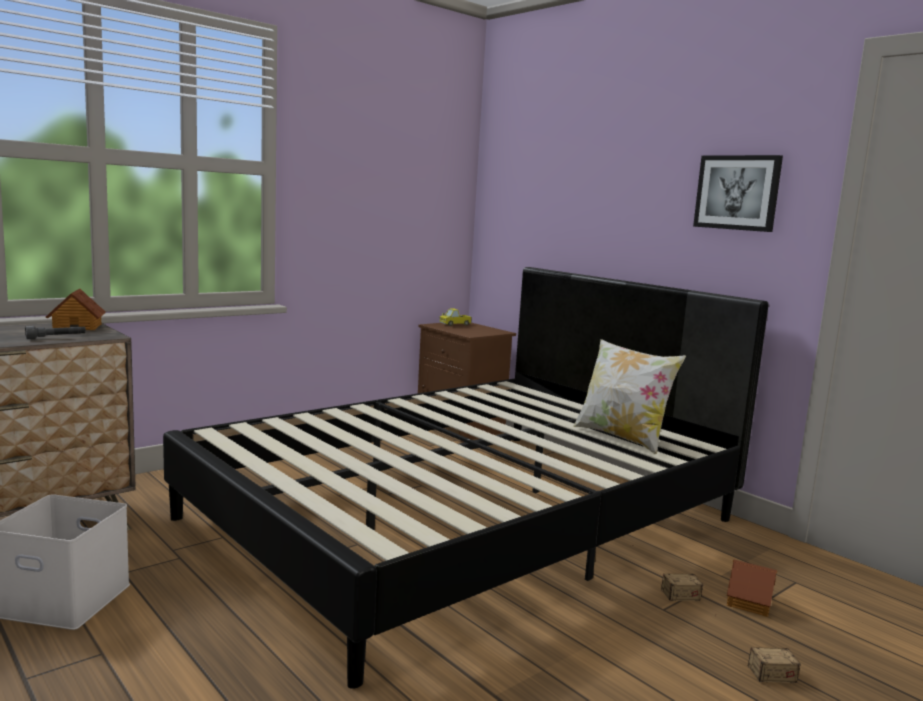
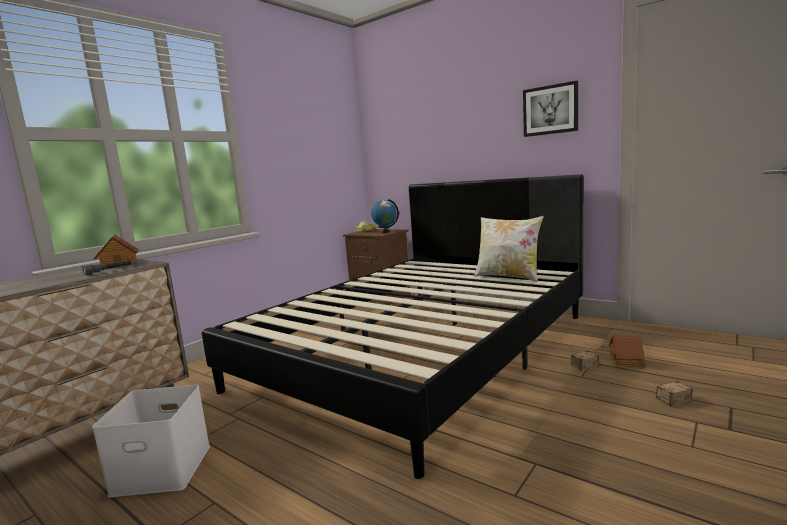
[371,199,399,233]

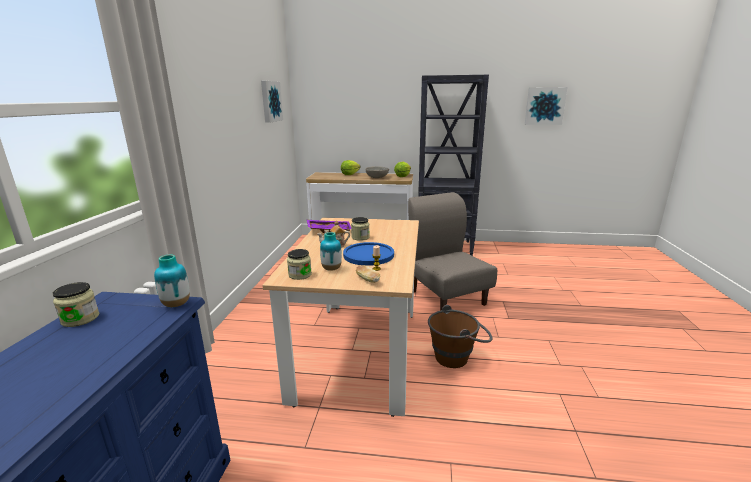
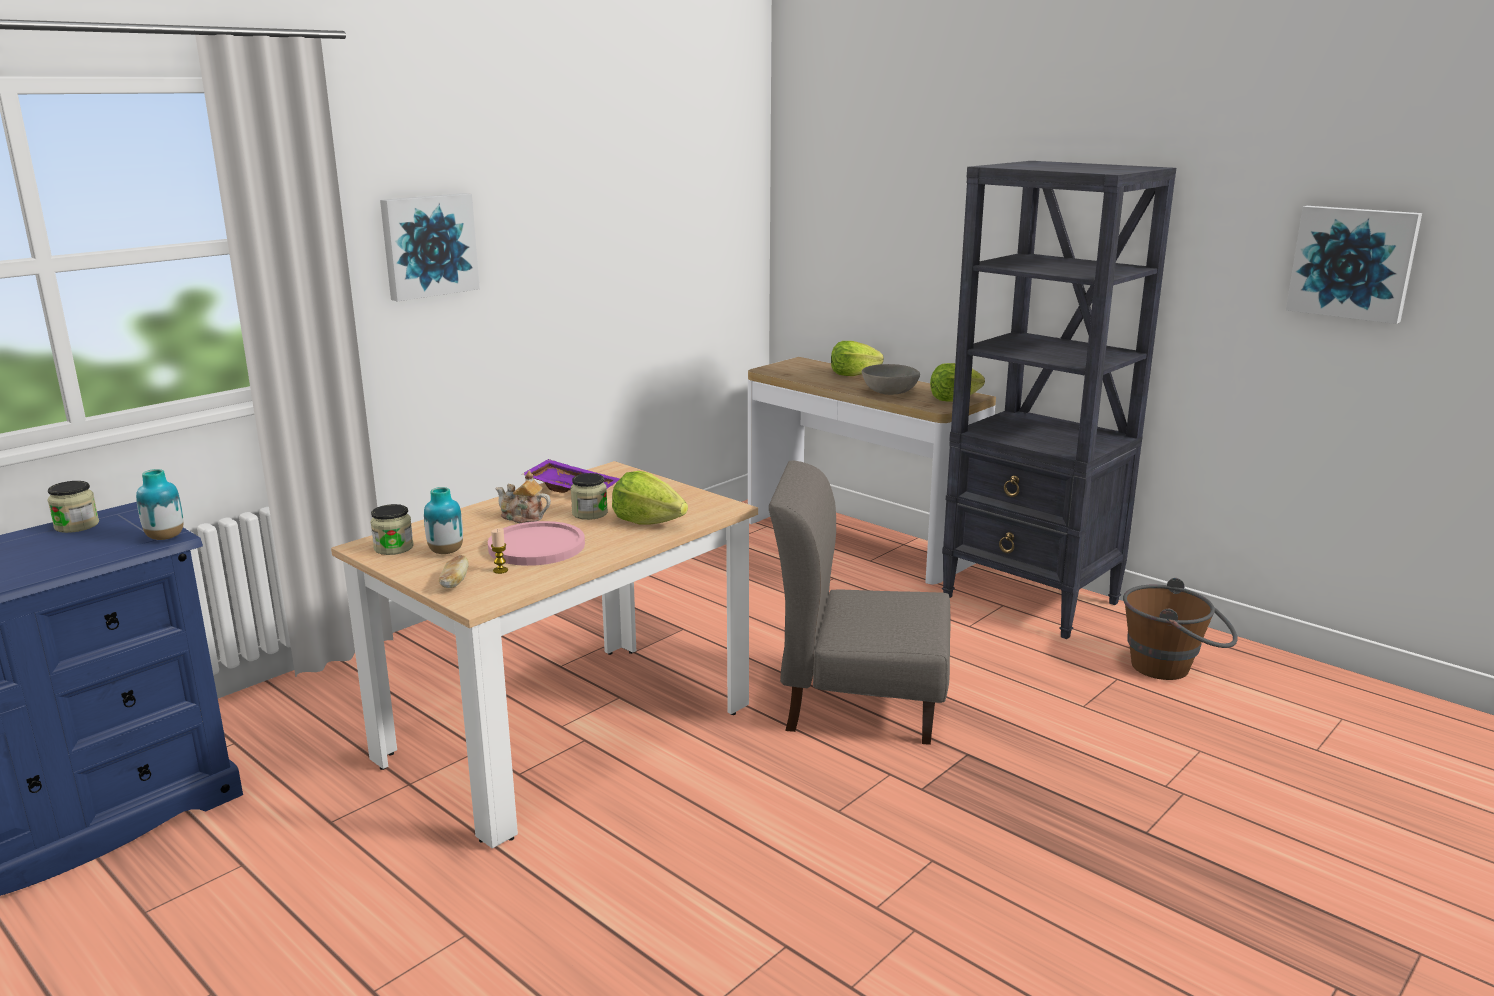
[380,193,480,302]
[769,460,950,745]
[488,521,585,566]
[1123,578,1238,680]
[612,471,688,525]

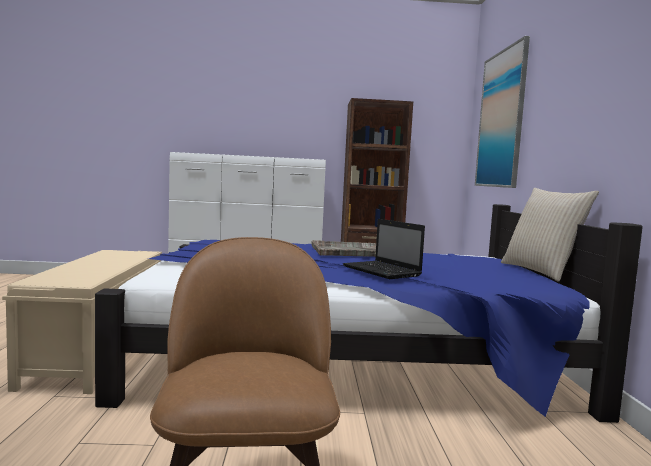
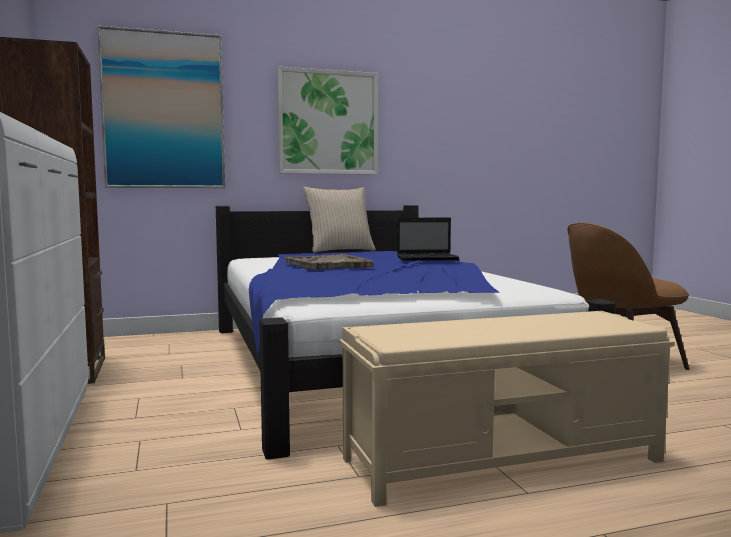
[397,218,459,261]
[277,66,378,175]

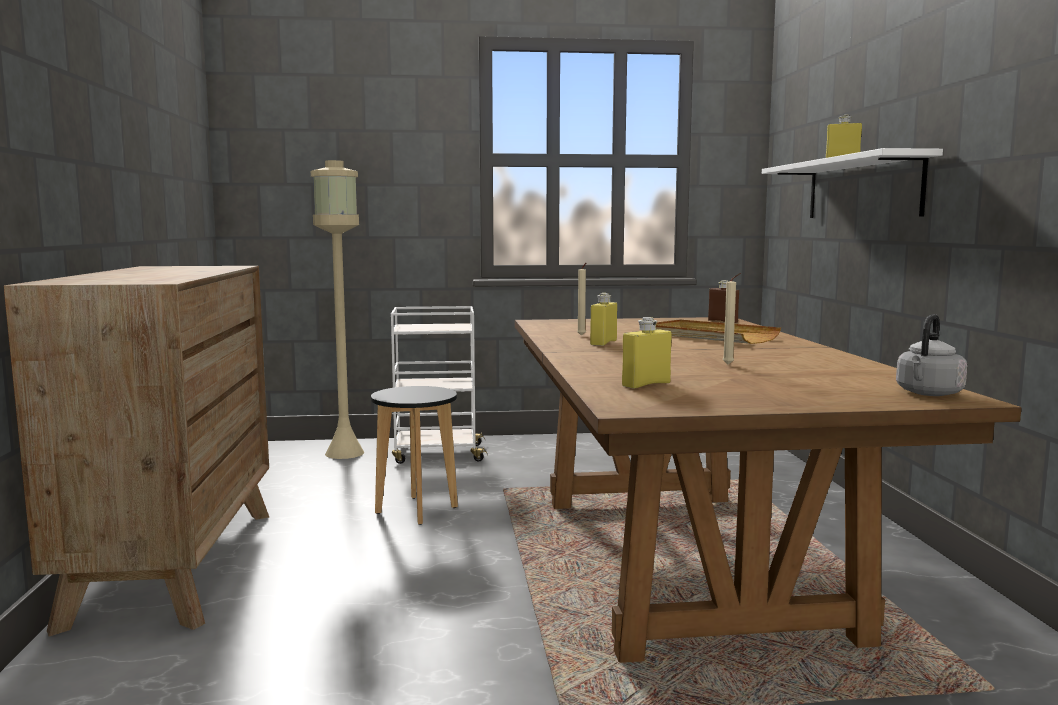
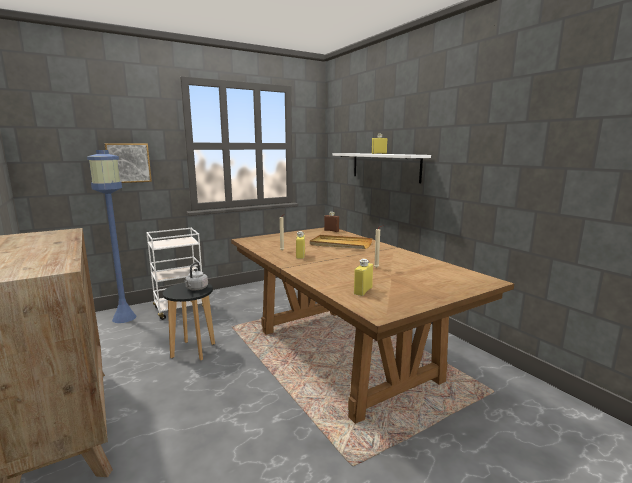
[87,150,137,323]
[185,262,208,290]
[104,143,152,183]

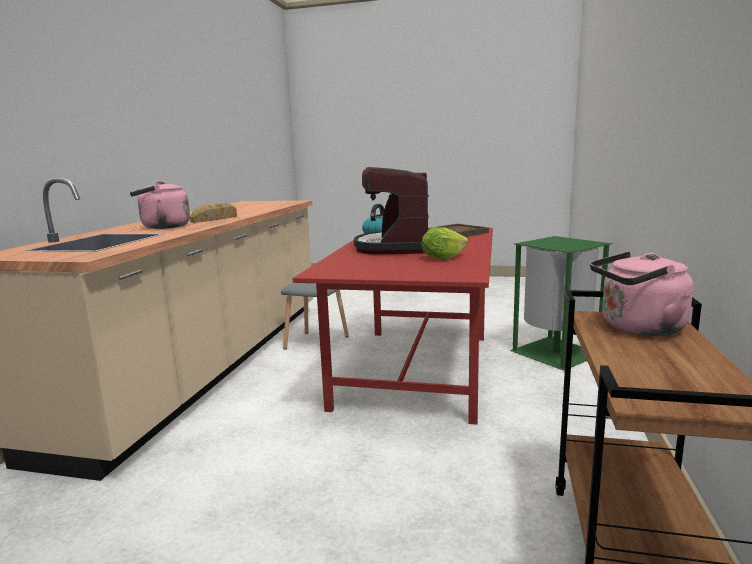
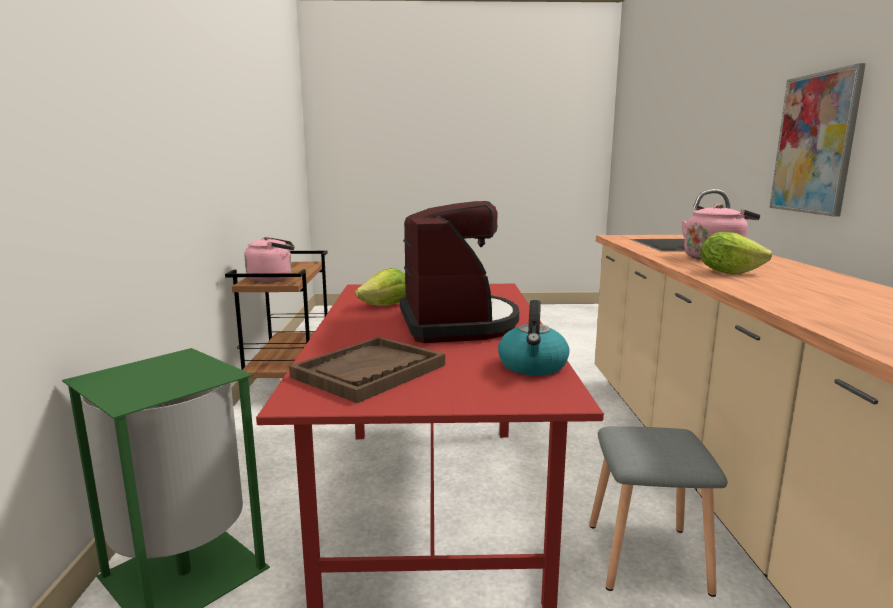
[700,232,772,274]
[770,63,866,217]

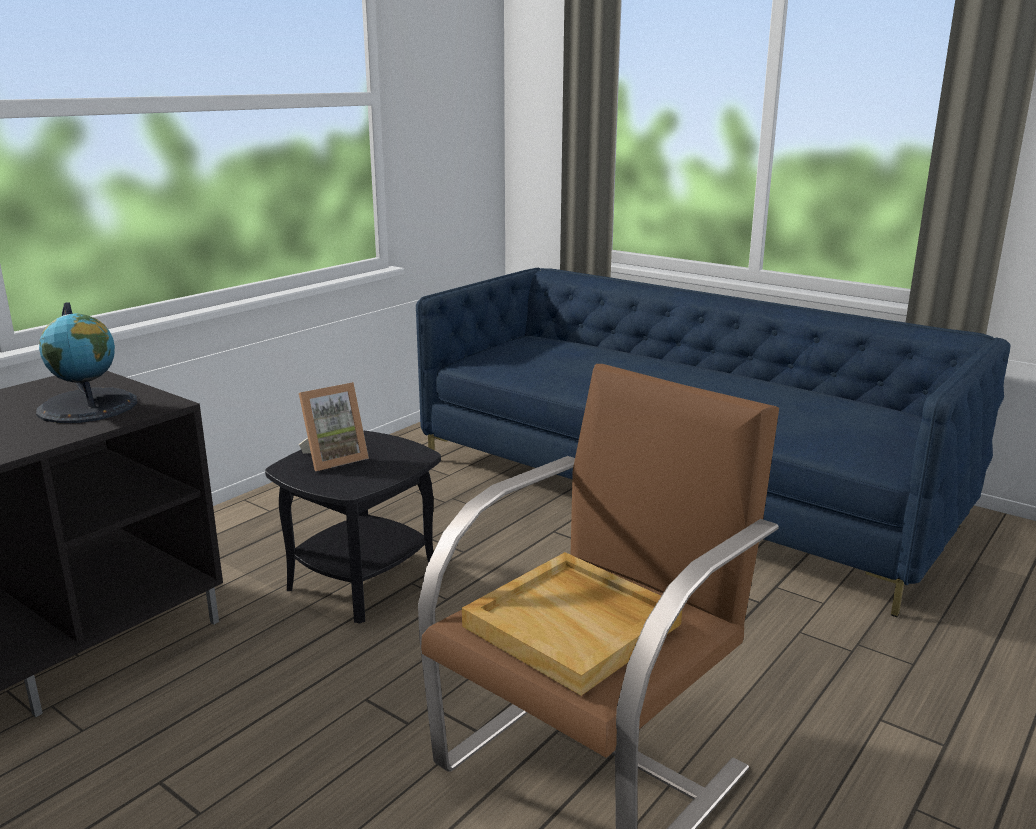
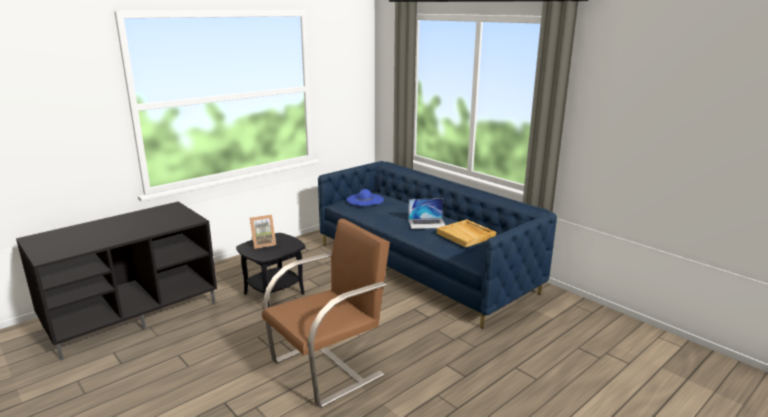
[36,302,137,423] (first image)
[437,219,496,248]
[346,189,384,206]
[408,198,446,229]

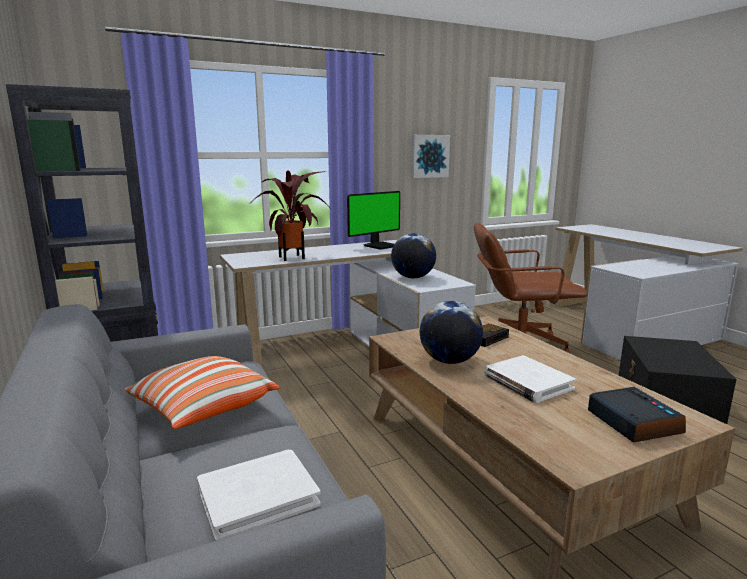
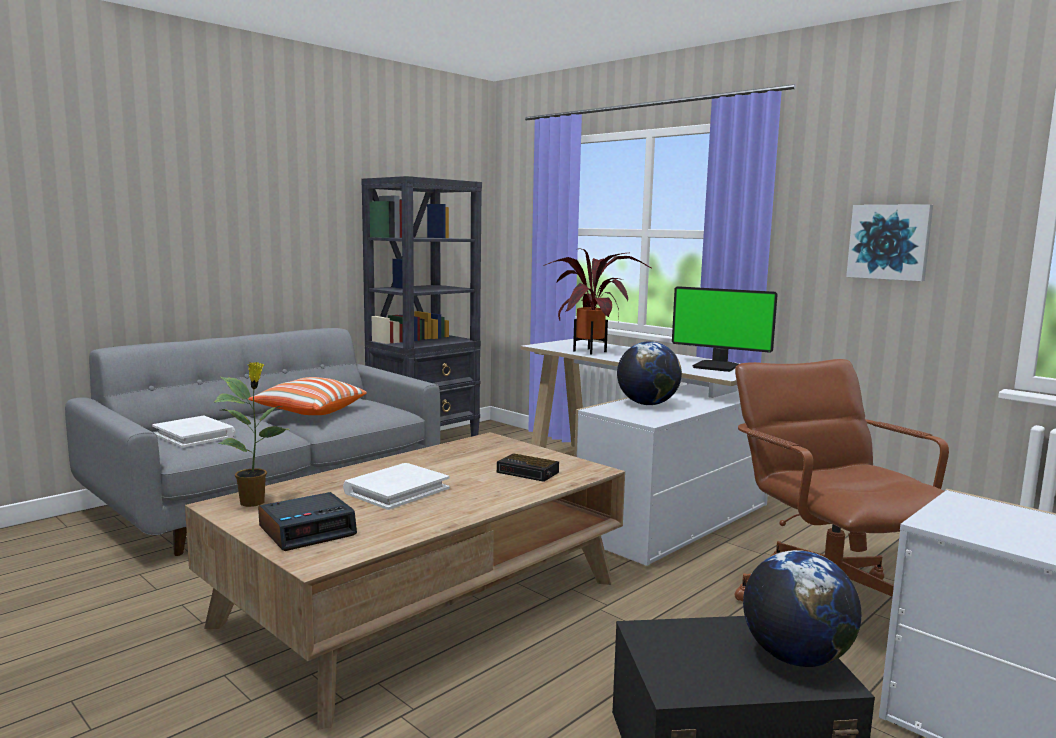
[743,550,861,667]
[213,362,289,507]

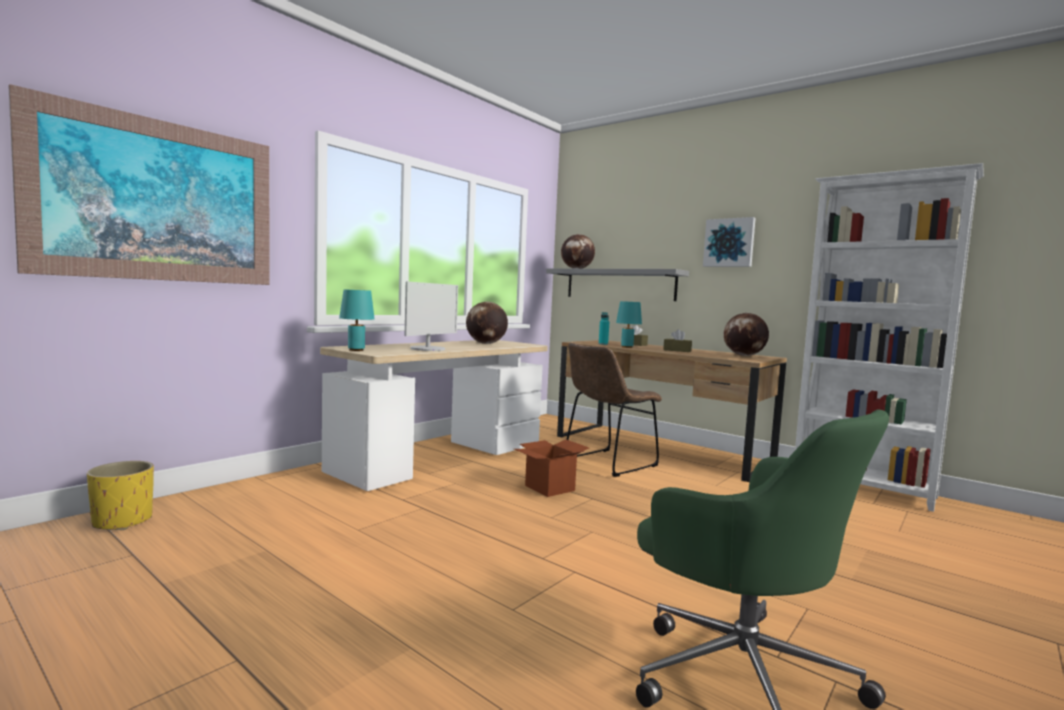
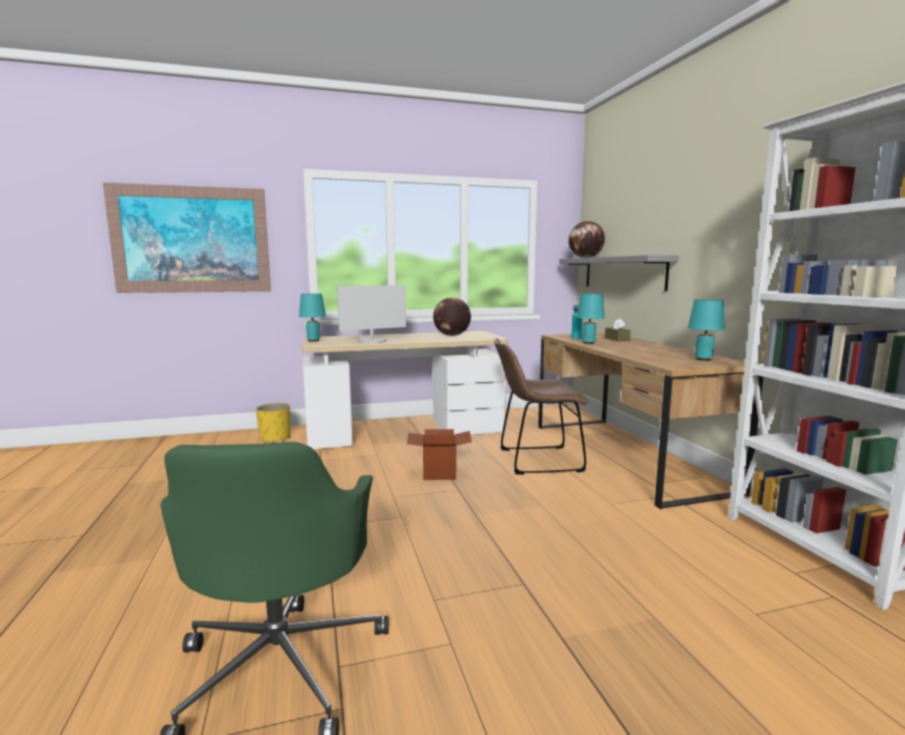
[703,217,756,267] (first image)
[688,299,725,361]
[663,329,692,352] (first image)
[256,403,290,443]

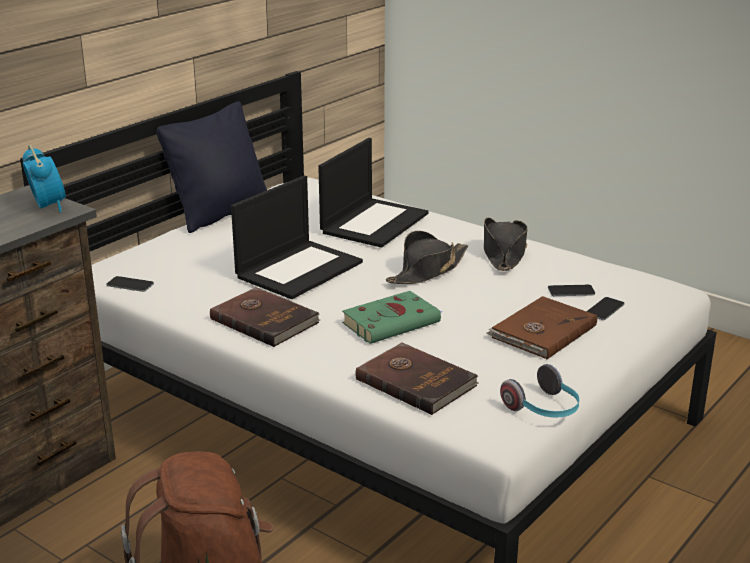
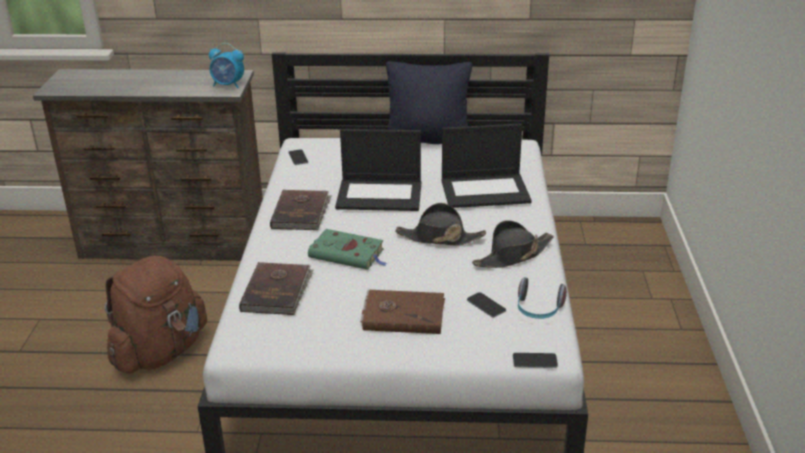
[209,43,244,88]
[513,353,558,368]
[518,277,567,319]

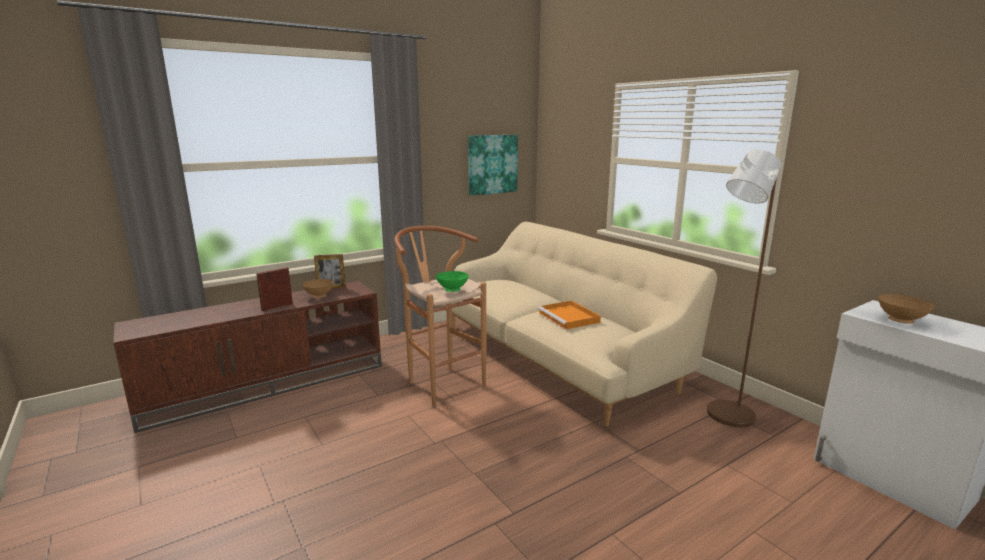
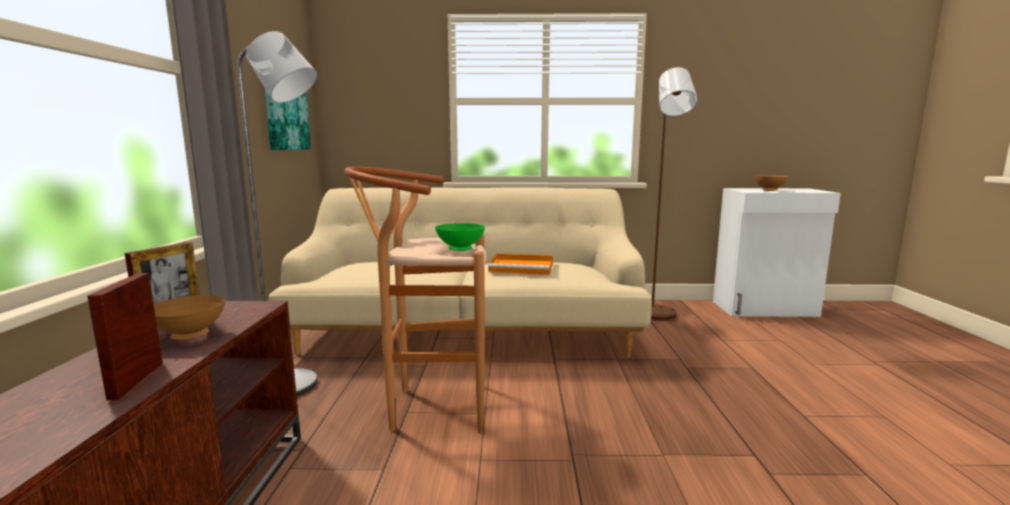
[238,31,317,396]

